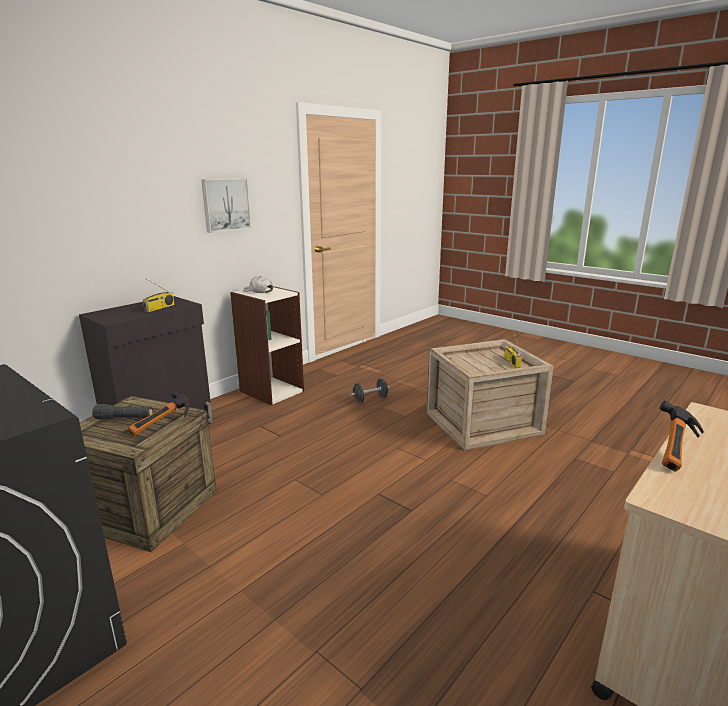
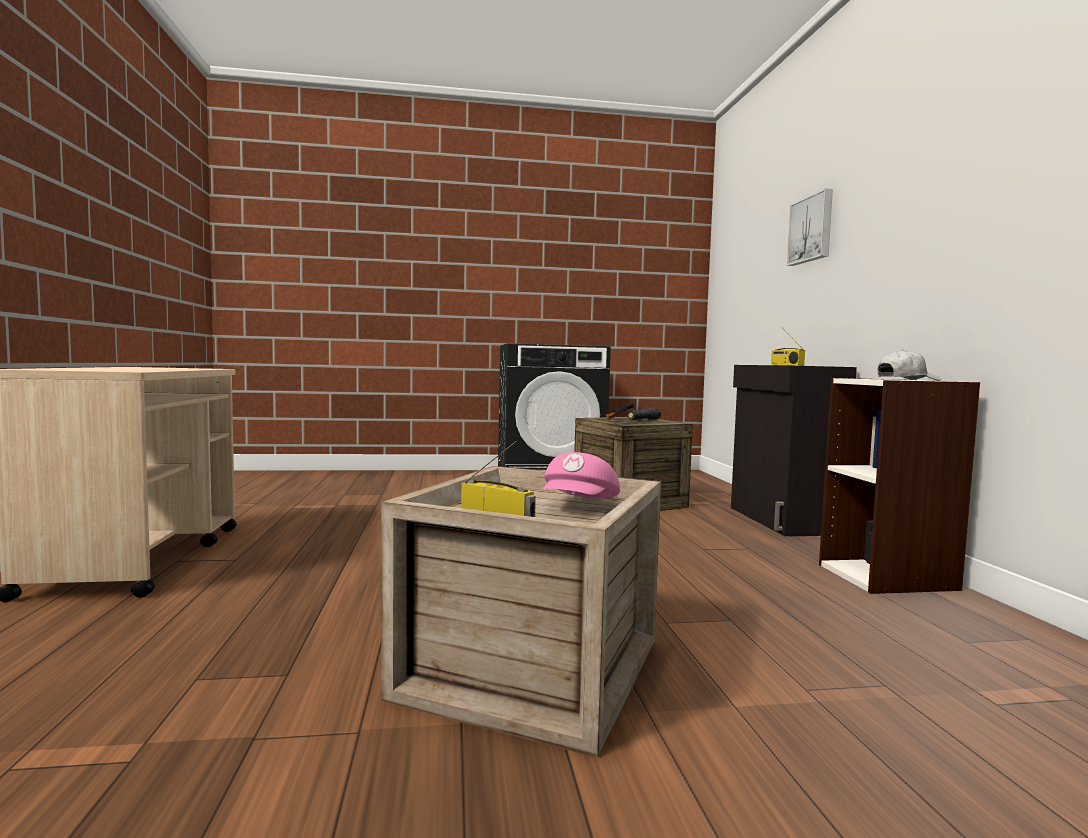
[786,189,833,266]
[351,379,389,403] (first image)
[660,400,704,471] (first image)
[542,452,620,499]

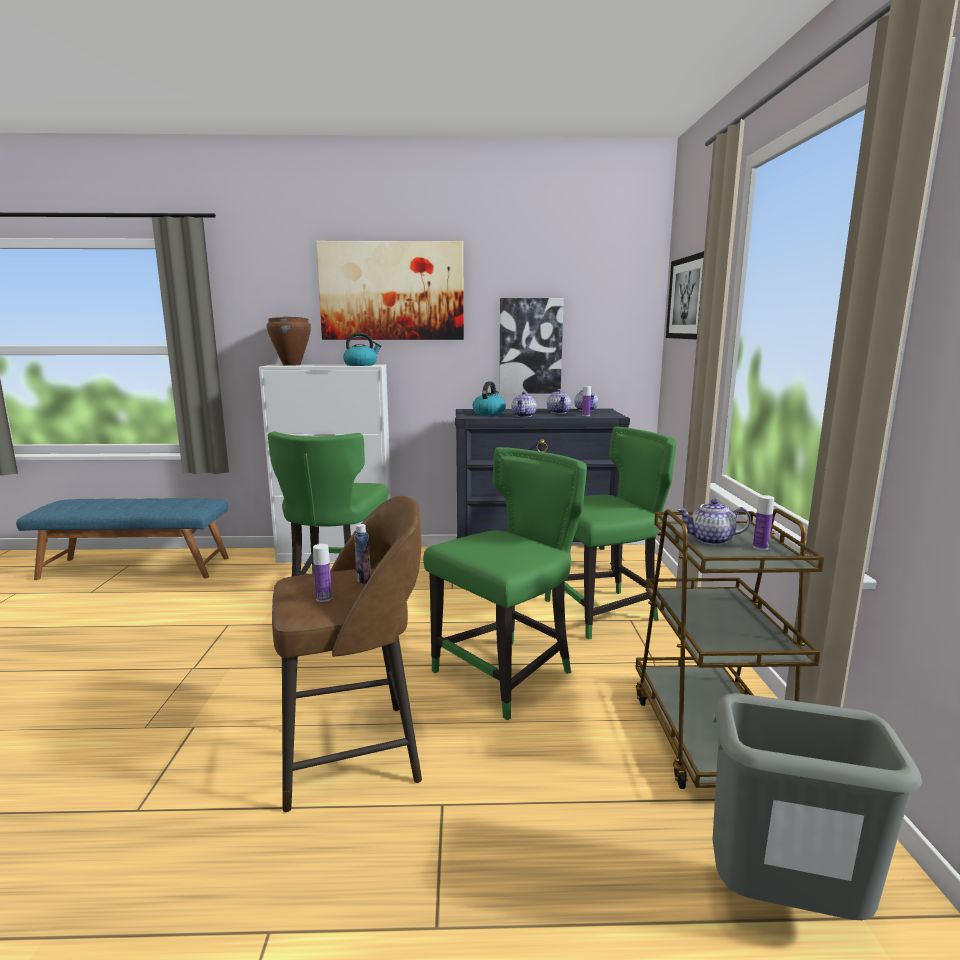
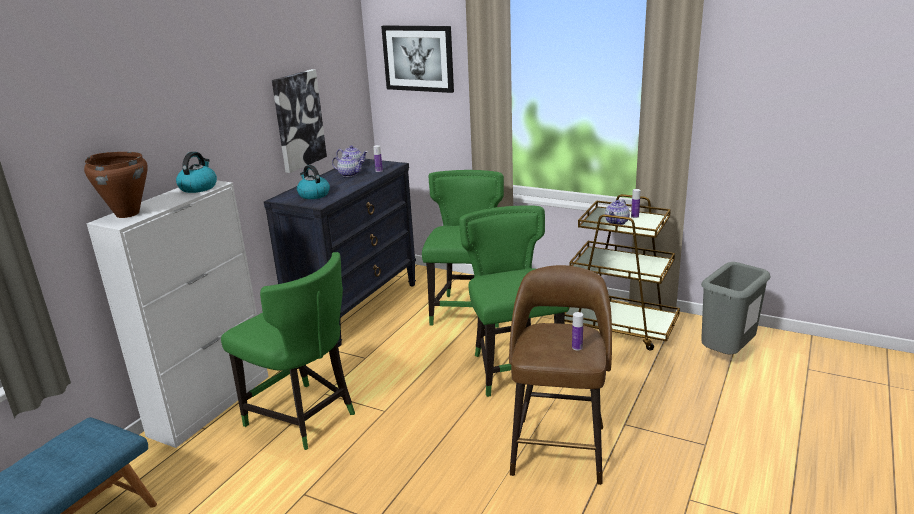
[316,241,464,340] (first image)
[511,391,537,417] (first image)
[354,524,371,584] (first image)

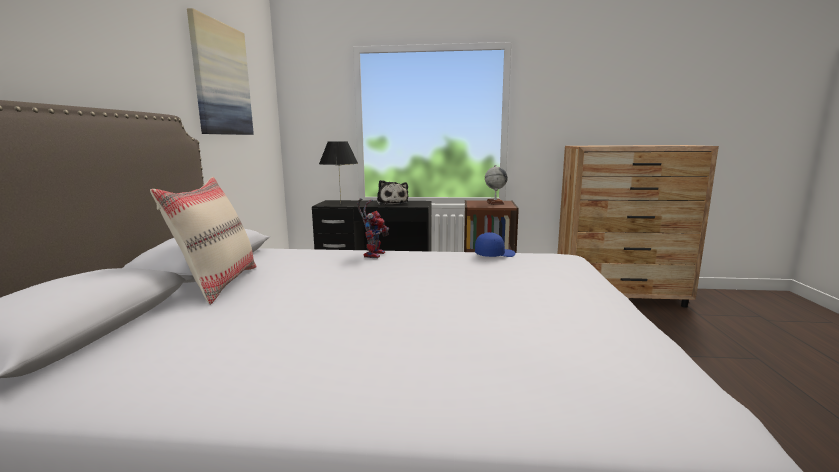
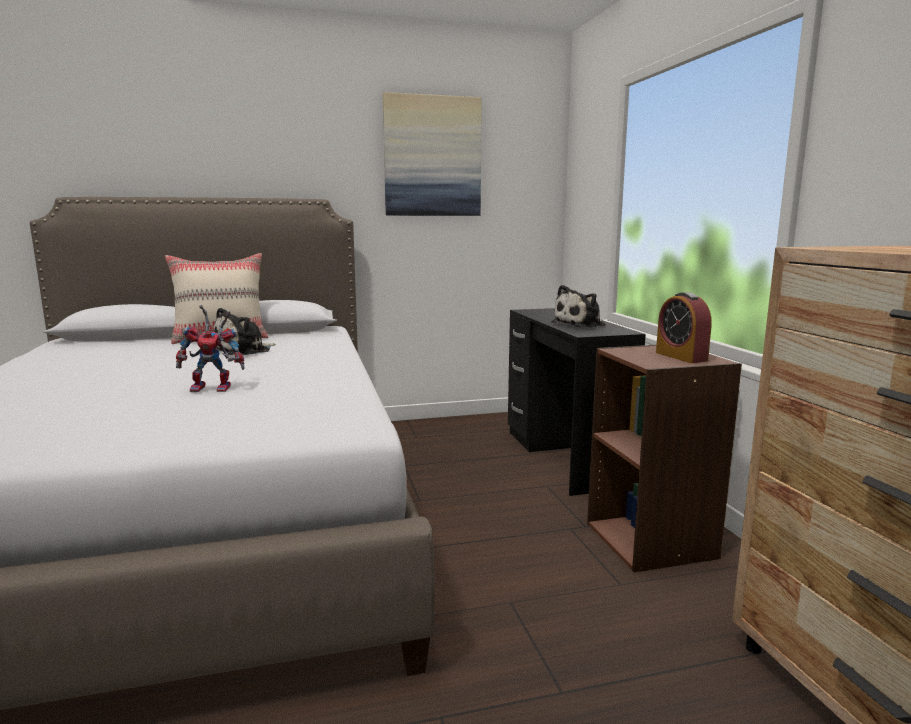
[319,141,358,204] (first image)
[656,292,712,363]
[176,305,245,392]
[475,232,515,257] (first image)
[214,308,276,355]

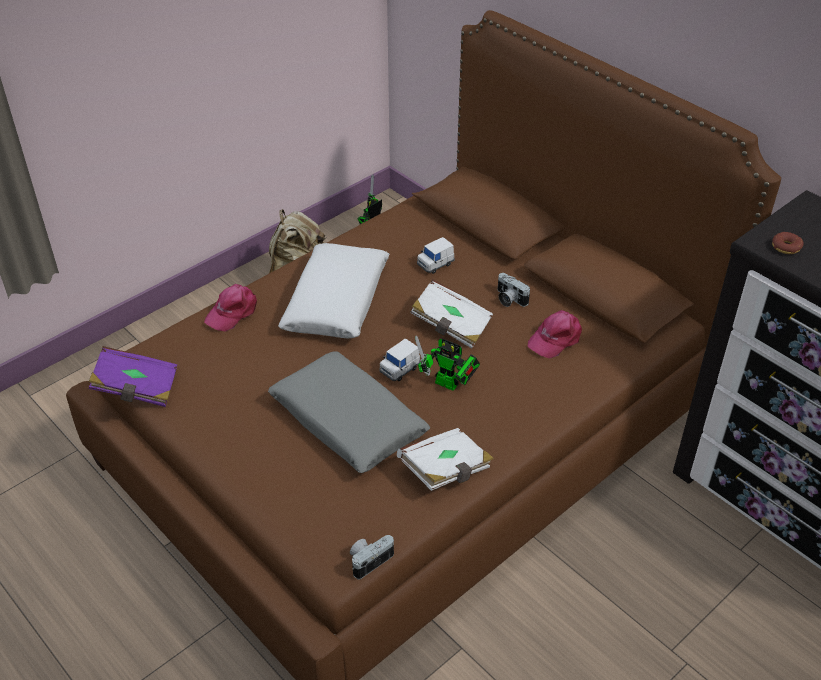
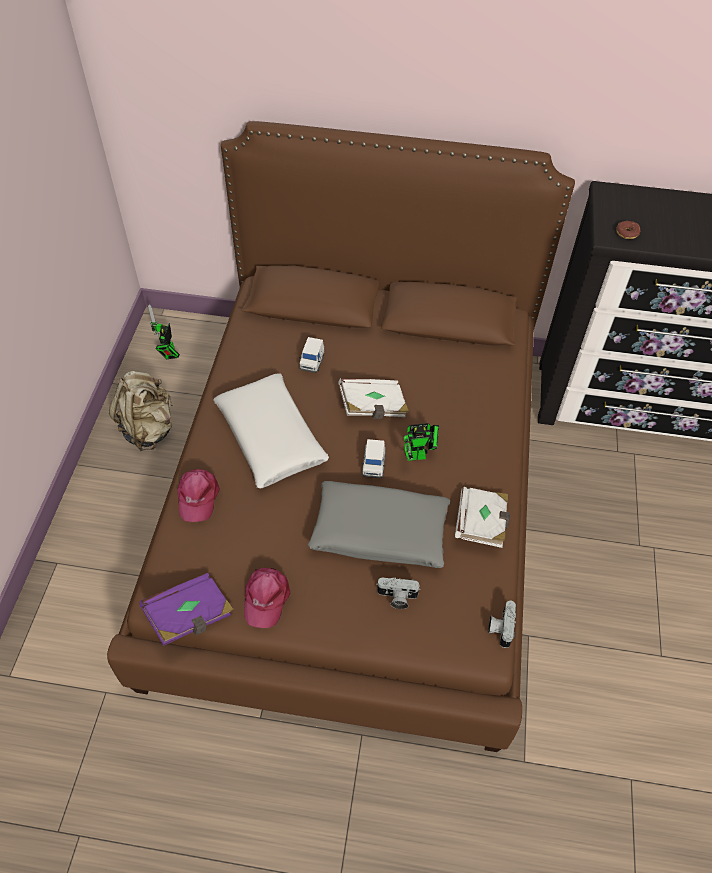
[376,577,420,609]
[244,568,290,628]

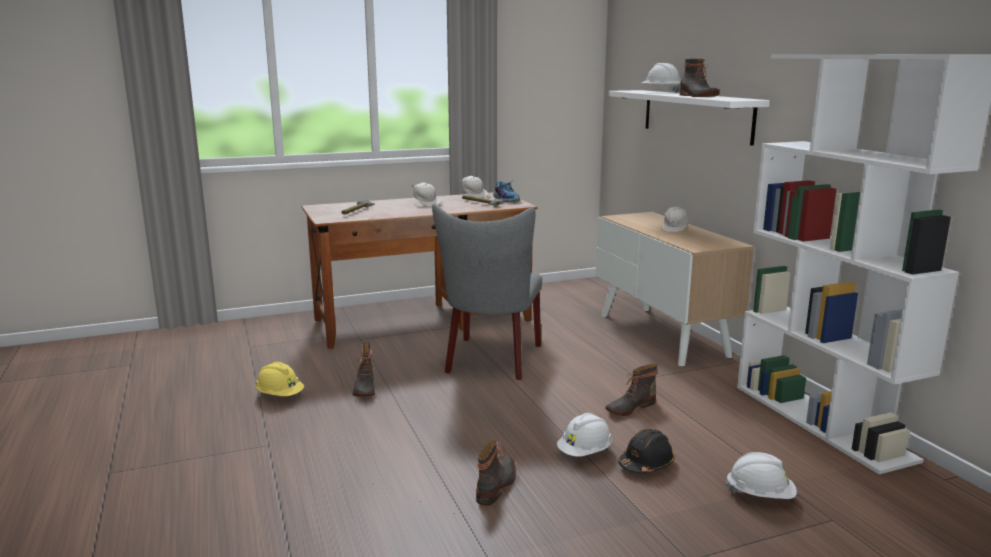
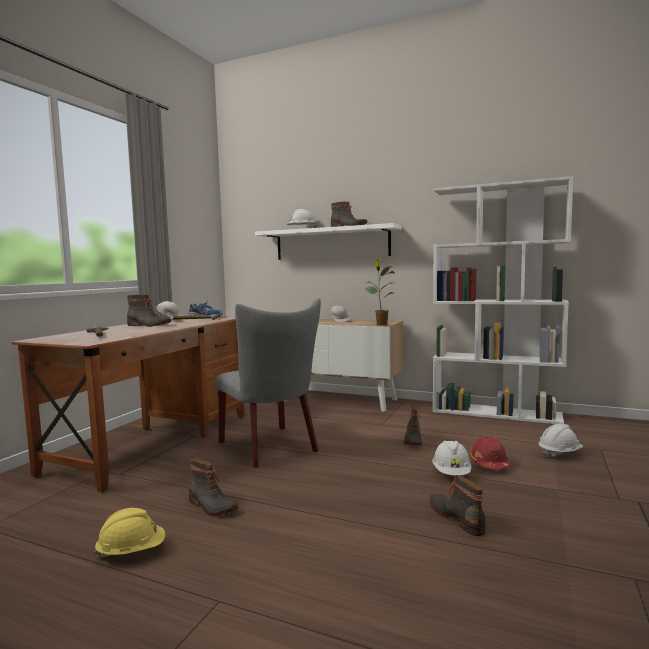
[127,294,172,327]
[470,436,510,470]
[365,259,395,326]

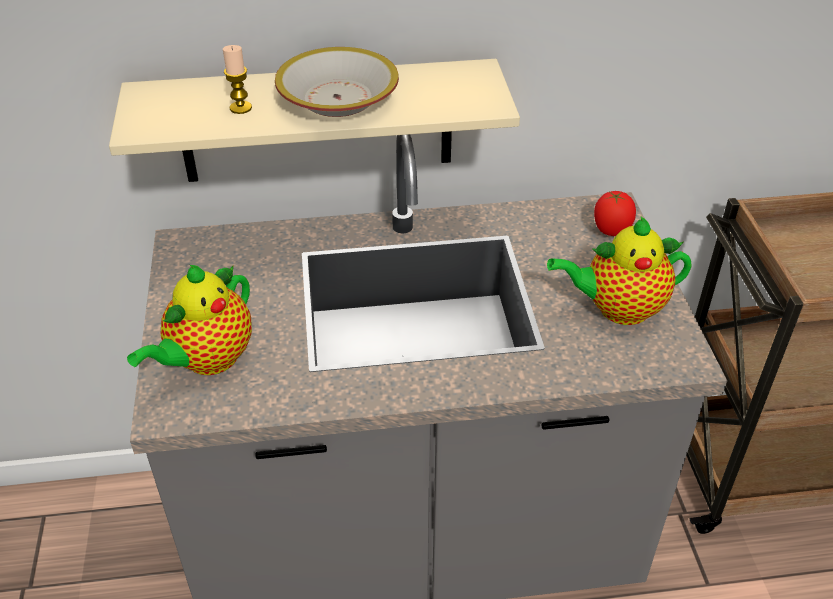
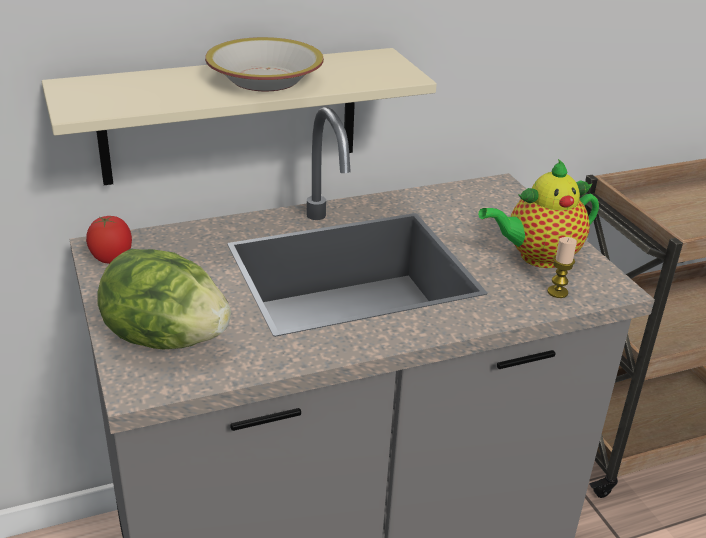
[547,237,577,298]
[86,216,132,264]
[97,249,231,349]

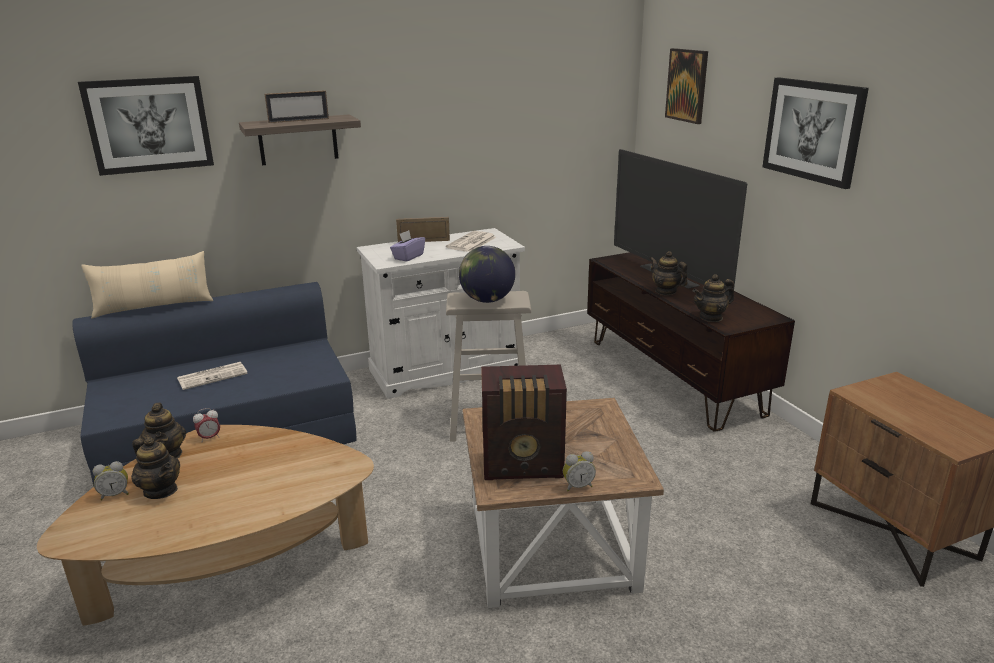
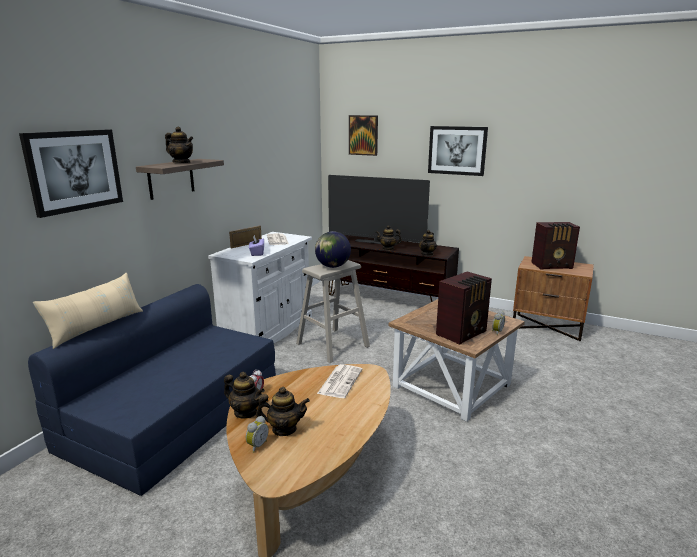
[165,127,193,163]
[317,364,362,398]
[531,222,580,270]

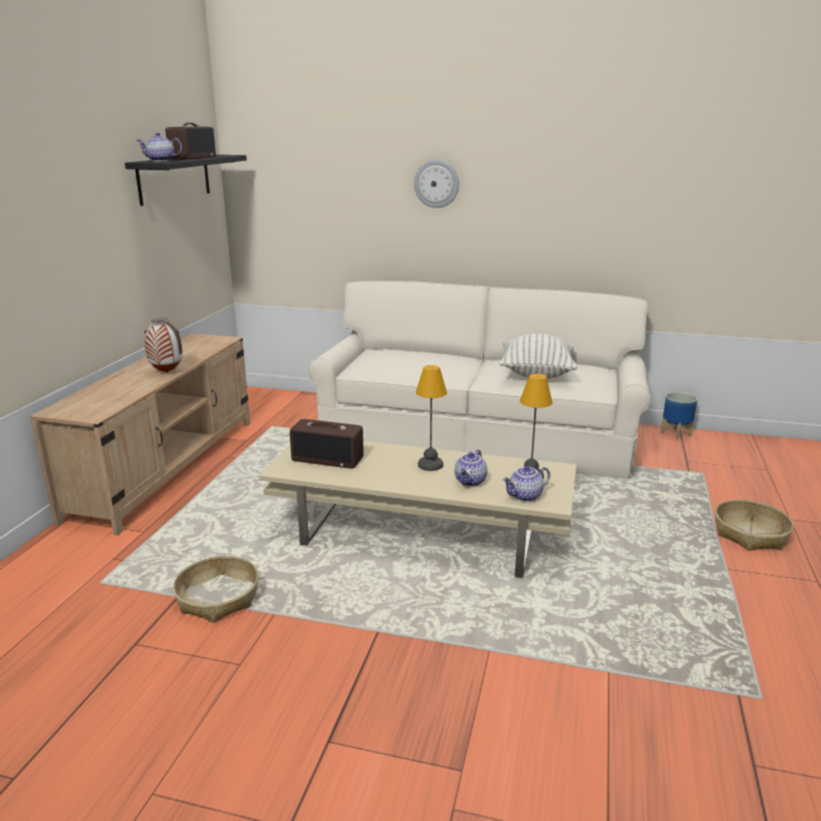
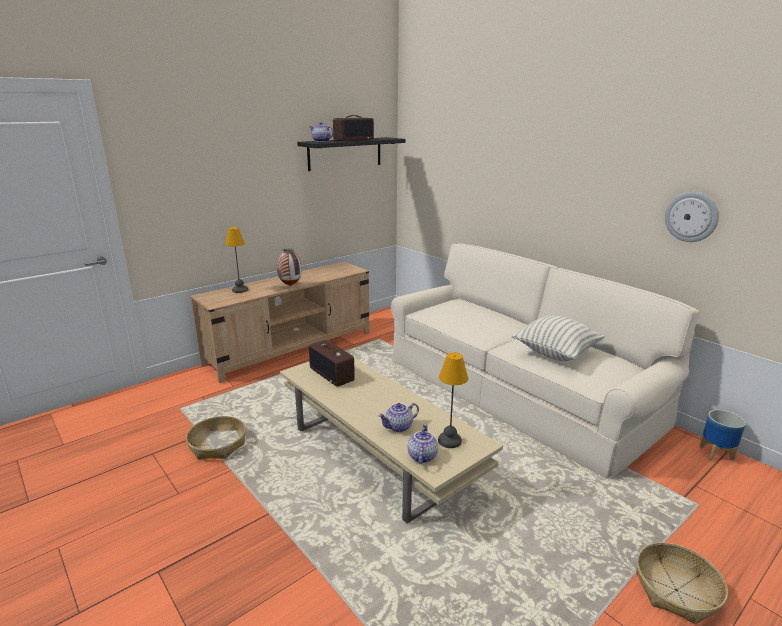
[665,192,719,242]
[225,227,248,293]
[408,424,438,464]

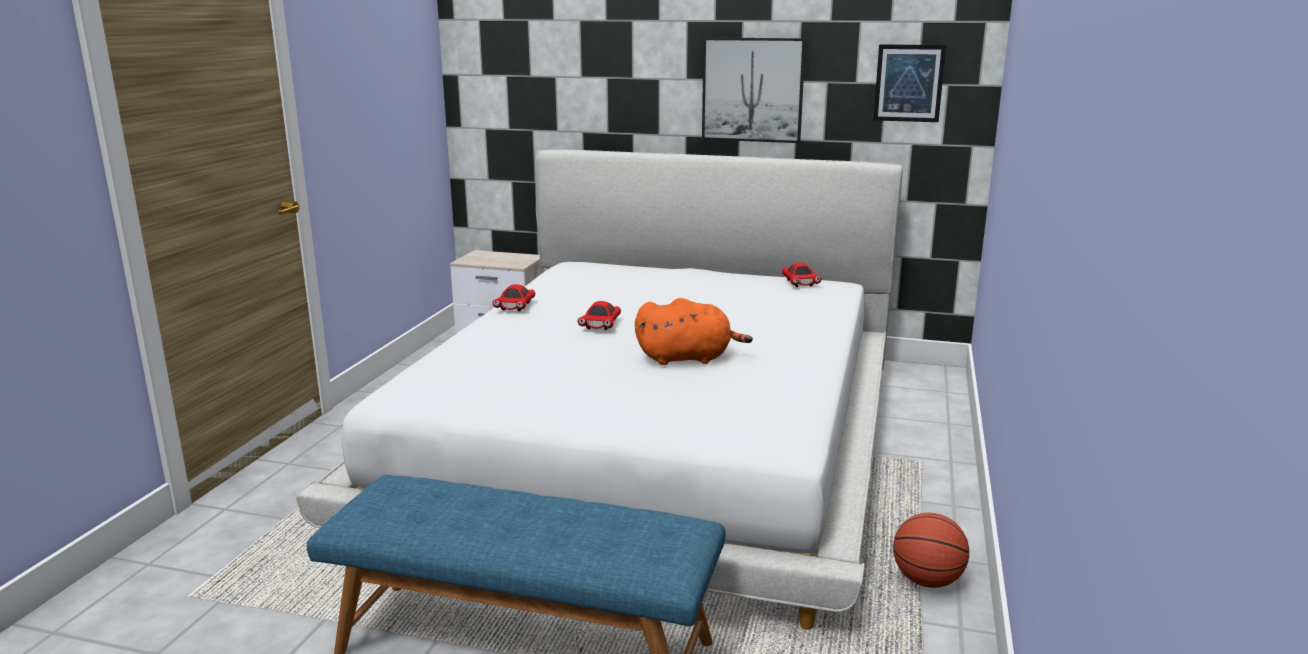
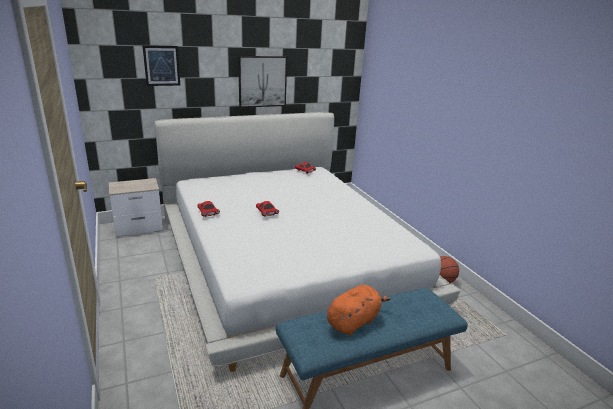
[142,45,180,86]
[327,285,391,335]

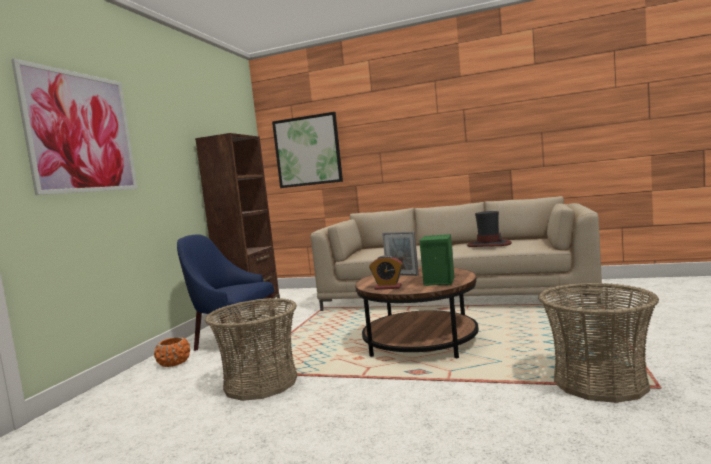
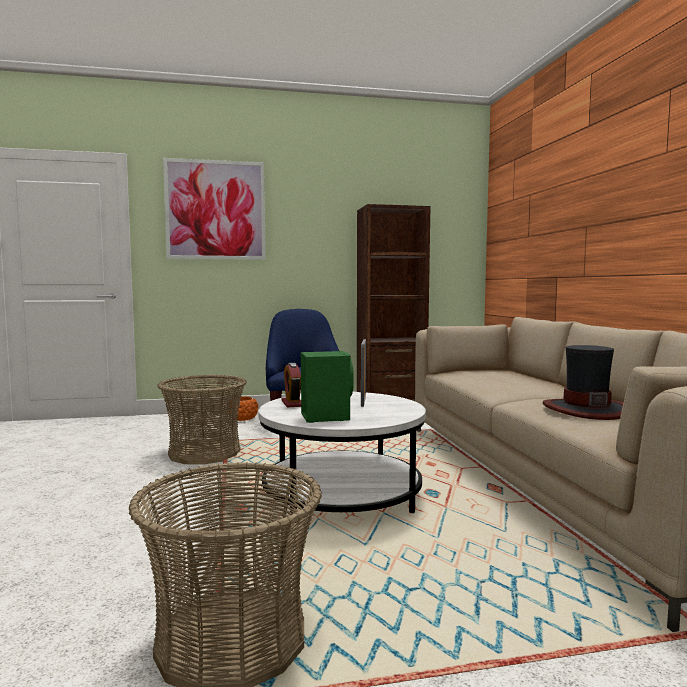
[272,112,343,188] (first image)
[259,392,426,513]

